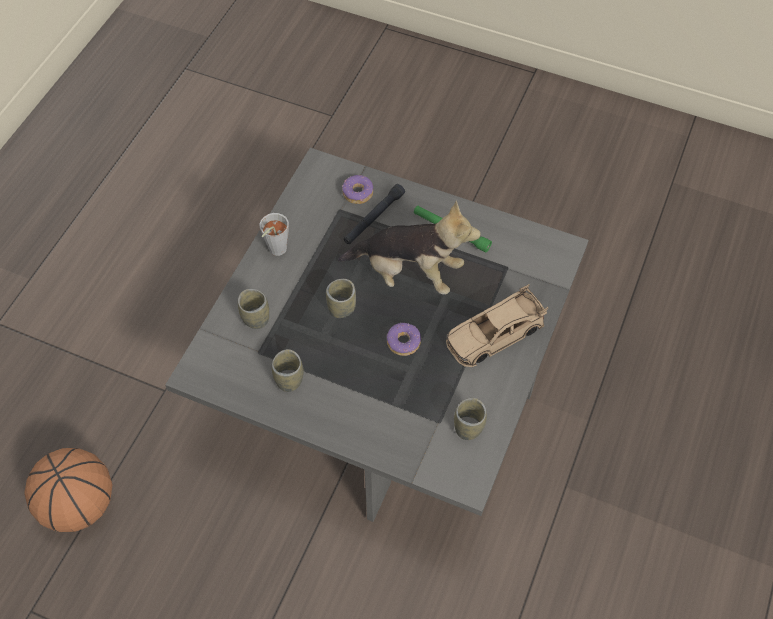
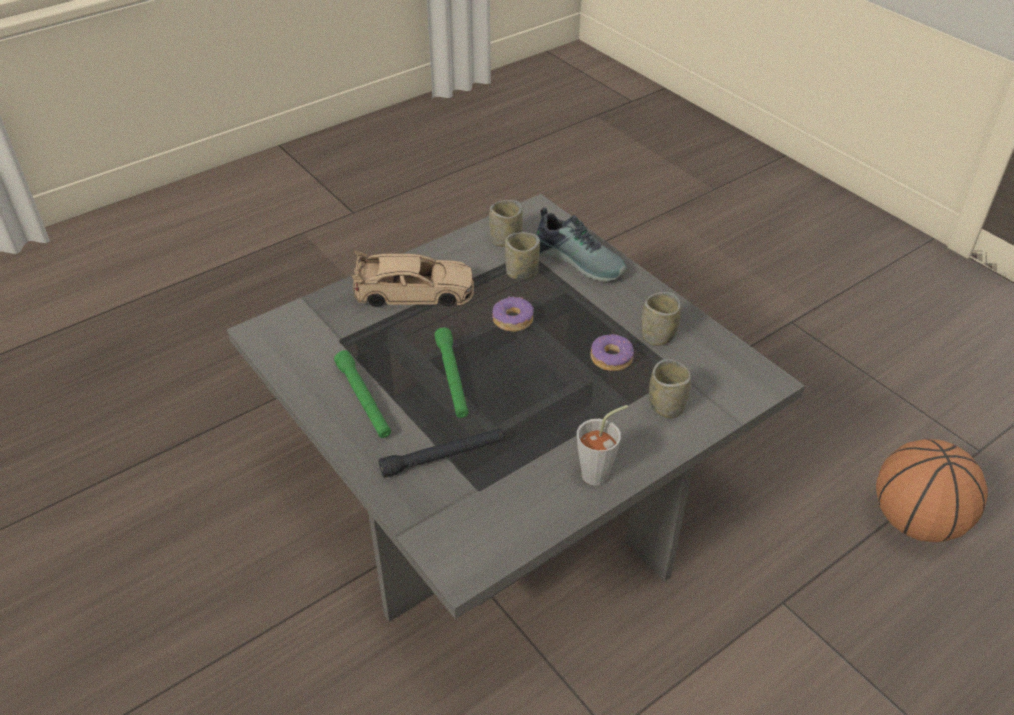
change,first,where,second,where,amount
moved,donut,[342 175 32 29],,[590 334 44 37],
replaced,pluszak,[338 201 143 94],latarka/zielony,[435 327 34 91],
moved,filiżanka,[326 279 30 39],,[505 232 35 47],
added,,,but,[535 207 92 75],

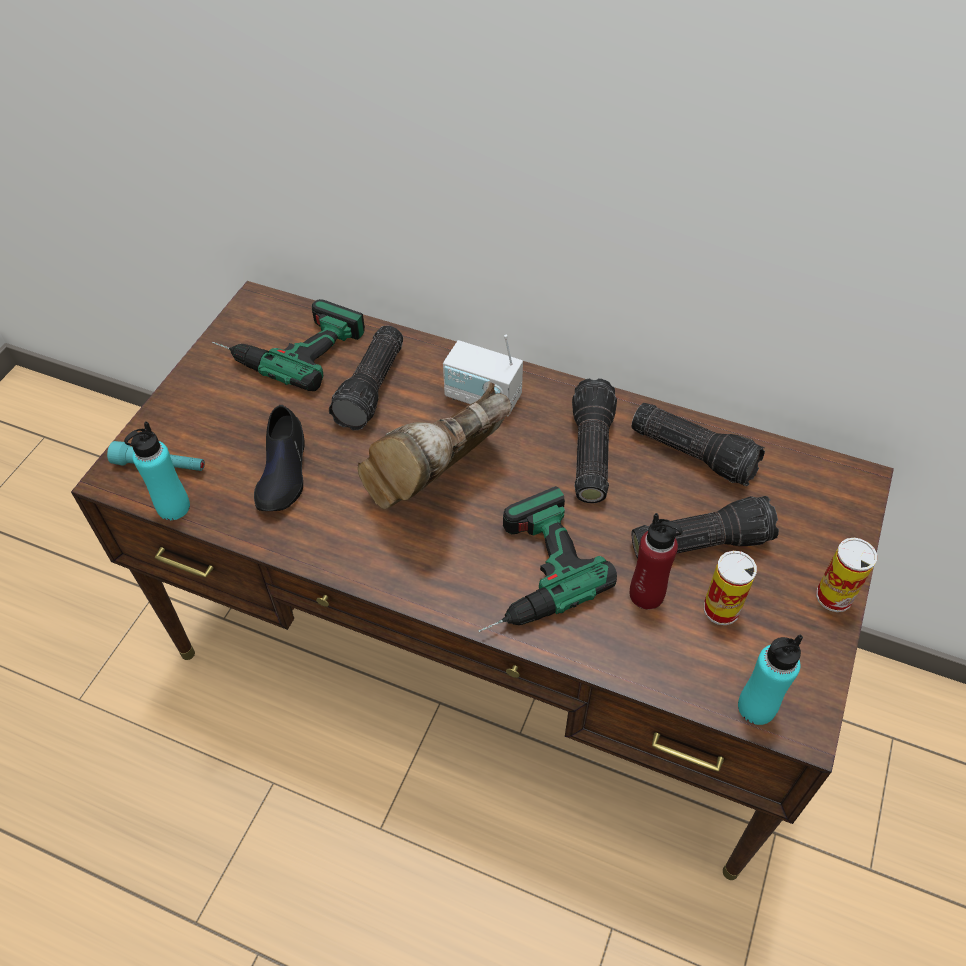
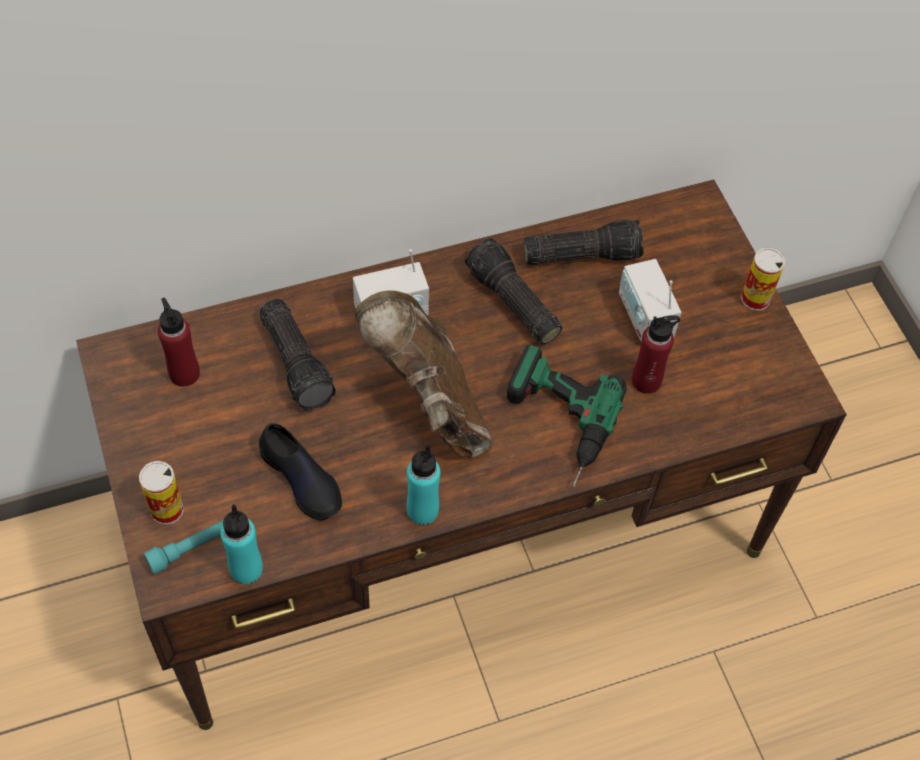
change,first,where,second,where,amount
replaced,wiertarka,[212 299 153 92],butelka/czerwony,[158 298 42 89],
turned,but z cholewką/brązowy,[358 382 153 127],,[354 290 139 168],150 degrees clockwise
replaced,latarka,[631 496 148 63],radio,[619 259 63 82],
moved,puszka,[703 551 54 74],,[139 461 45 64],
moved,butelka/turkusowy,[738 634 65 91],,[407 444 34 81],

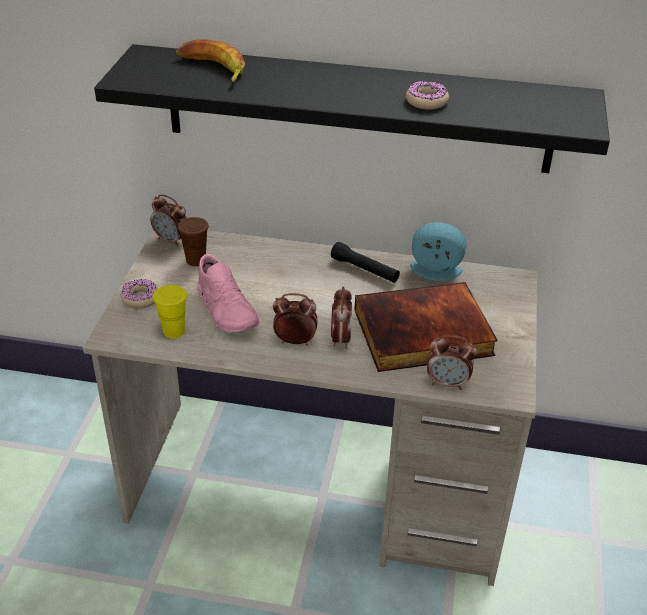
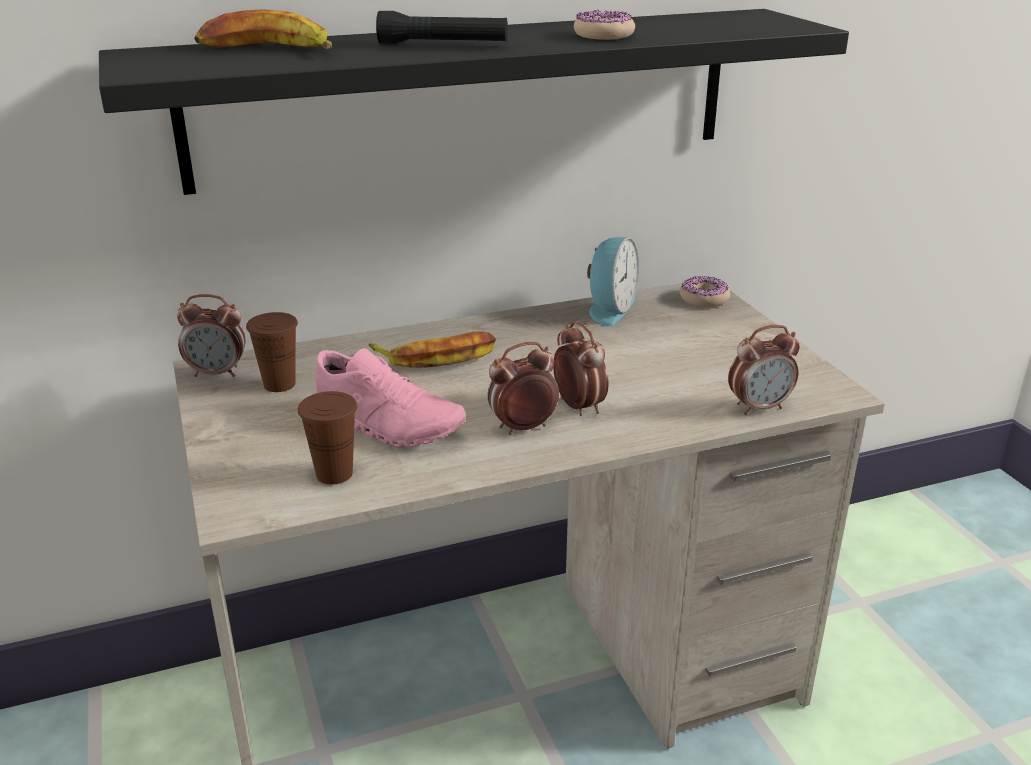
change,first,where,second,where,amount
turned,budzik,[410 222 56 59],,[587 237 52 90],135 degrees clockwise
moved,latarka/czarny,[331 242 69 41],,[376 11 132 33],
moved,donut,[121 279 37 29],,[680 276 50 31],
removed,książka,[354 282 144 90],,,
recoloured,filiżanka/żółty,[153 285 34 53],filiżanka/brązowy,[298 391 59 94],
added,,,banan,[368 331 128 37],

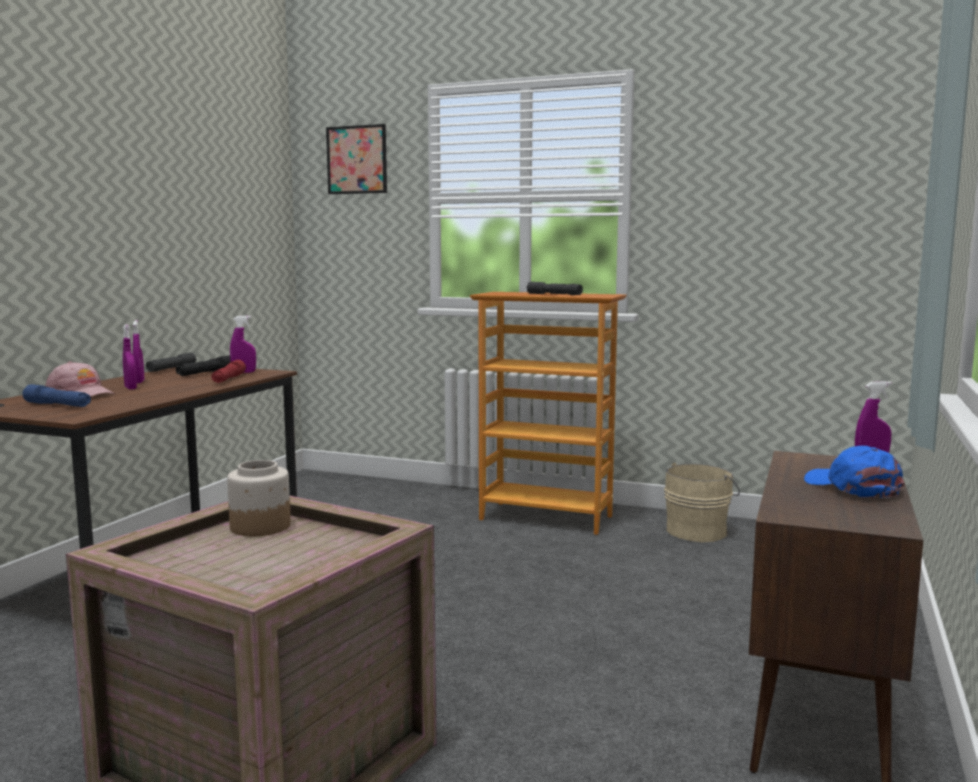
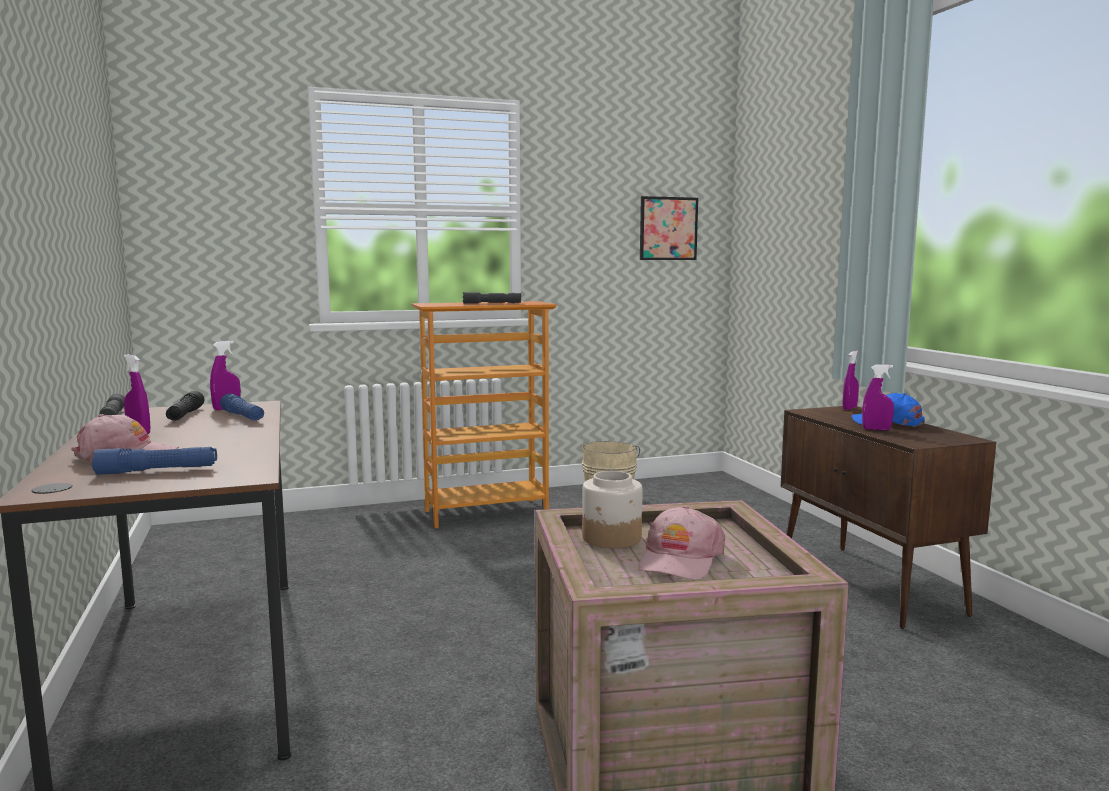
change,first,where,second,where,amount
moved,obraz,[326 124 61 70],,[640 196 58 64],
moved,spryskiwacz/fioletowy,[123 325 14 64],,[862 364 32 66],
recoloured,latarka/czerwony,[211 360 35 23],latarka/niebieski,[220 393 44 28],
added,,,czapka z daszkiem/różowy,[638 506 87 74],

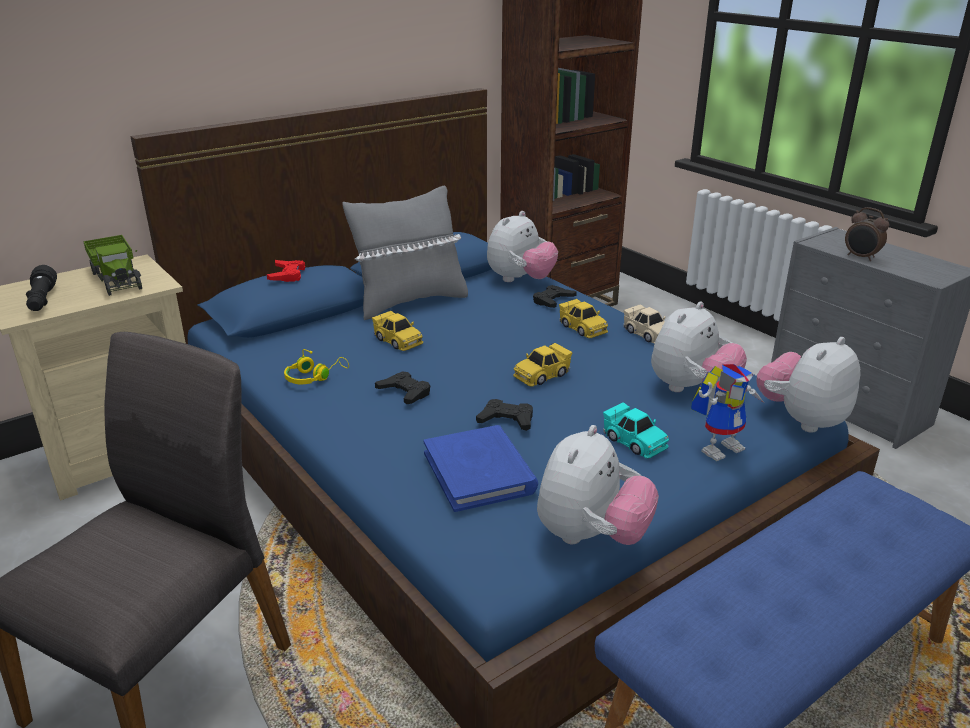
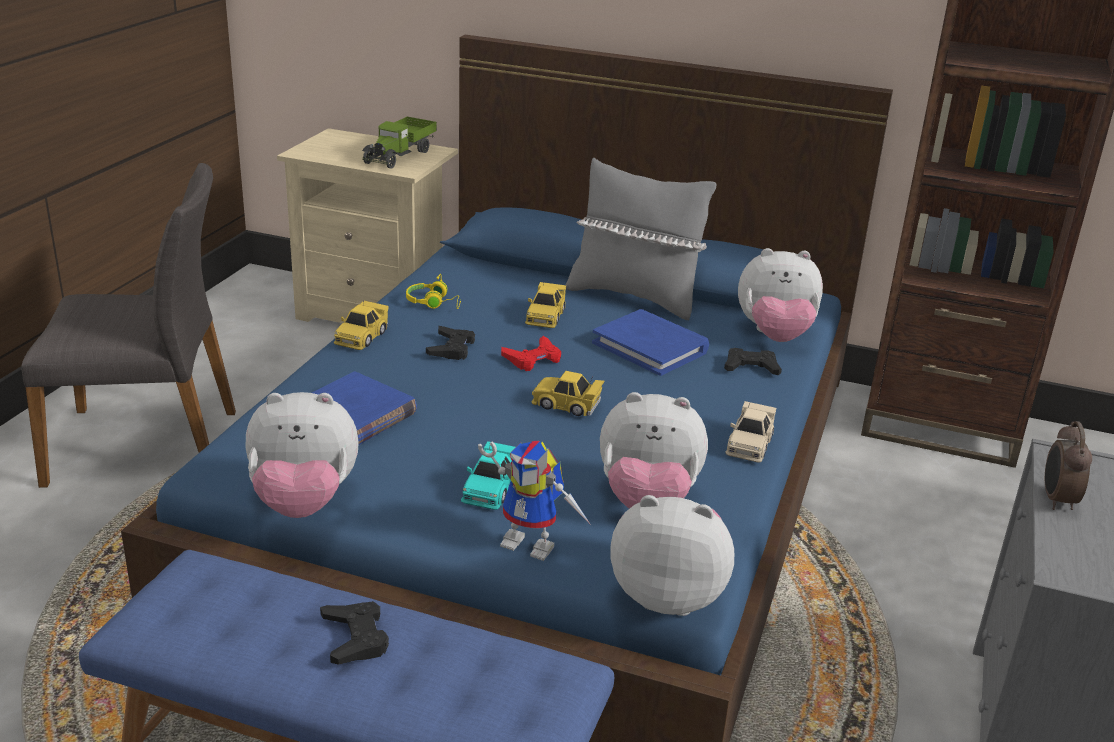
change,first,where,second,where,amount
moved,pad do gier/czerwony,[266 260 39 22],,[501 336 60 35],
removed,latarka/czarny,[26 265 31 46],,,
moved,samochodzik/żółty,[559 299 49 39],,[334 301 55 49],
moved,pad do gier/czarny,[476 399 57 32],,[320 601 69 64],
added,,,książka/niebieski,[592 309 117 67],

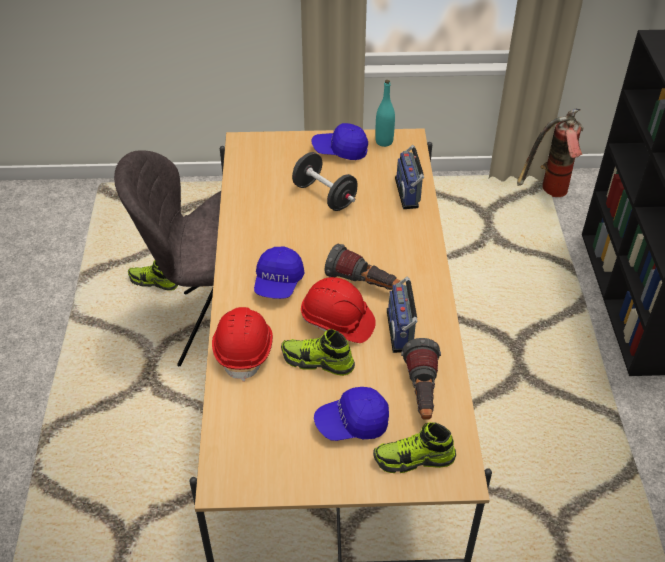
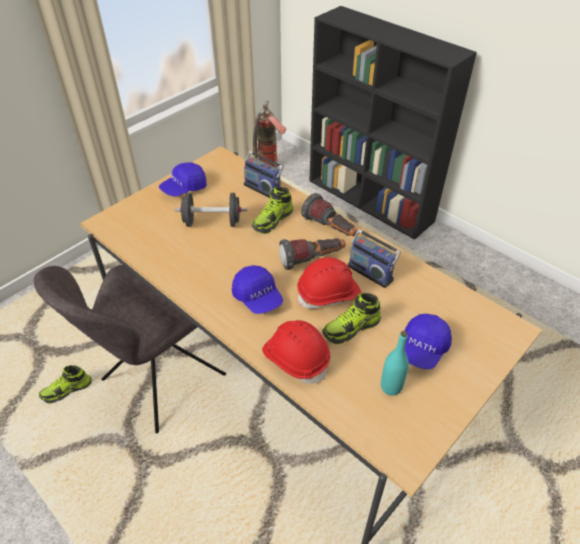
change,first,where,second,where,amount
moved,butelka/turkusowy,[375 80 20 67],,[381 331 28 65],
moved,latarka,[401 338 40 82],,[301 193 56 44],
moved,but,[373 422 83 51],,[252 187 41 47],

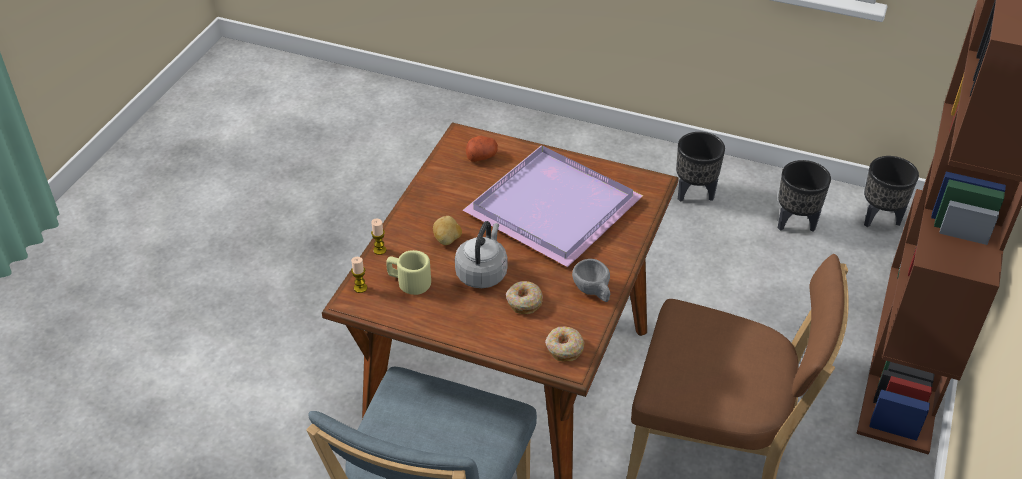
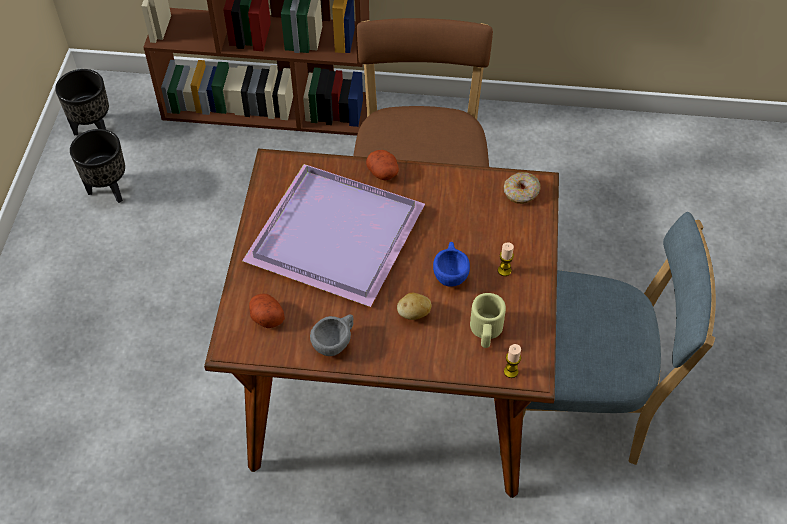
change,first,where,second,where,amount
removed,donica/czarny,[676 132 49 70],,,
moved,świeca,[371 219 15 36],,[498 242 16 34],
replaced,czajnik/szary,[455 221 52 67],filiżanka/niebieski,[433 242 37 45],
moved,filiżanka/szary,[572 259 38 43],,[310 315 44 41],
removed,donut,[506 281 37 33],,,
added,,,ziemniak,[366 150 33 31],

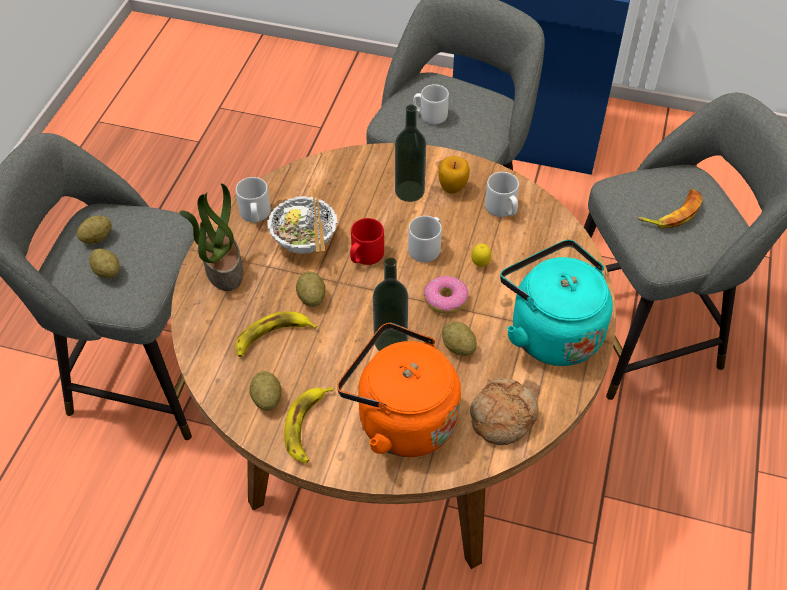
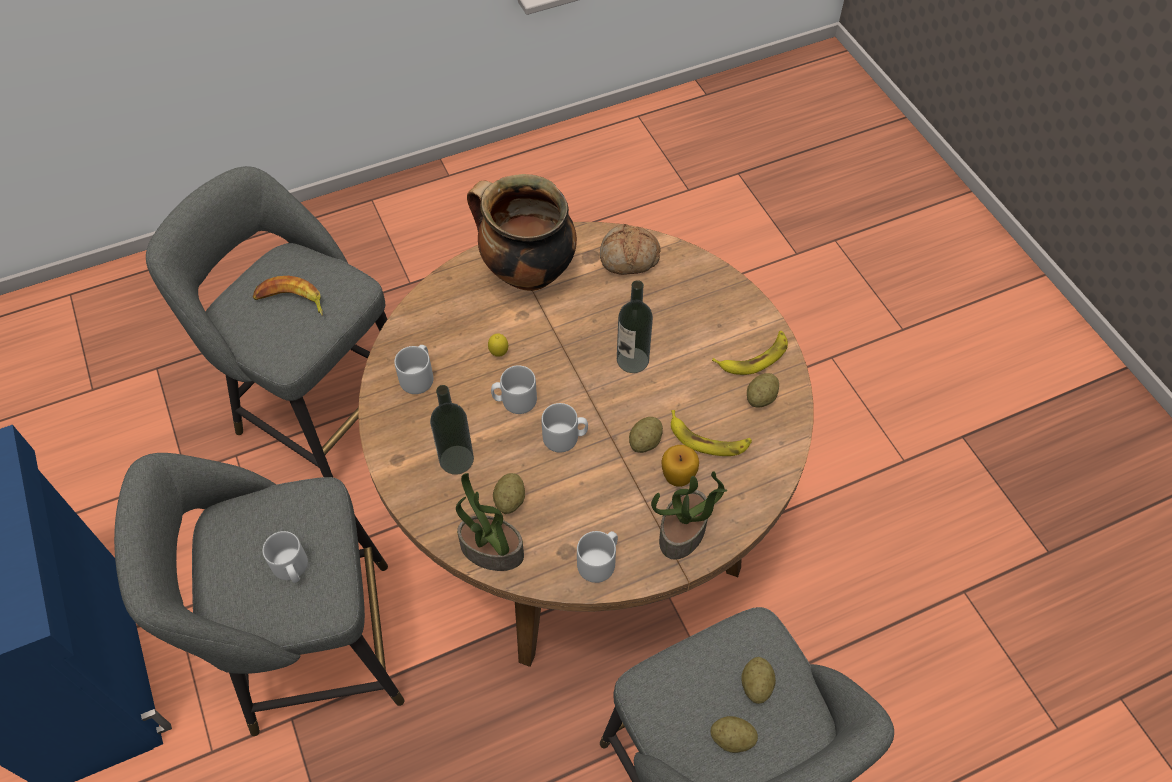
change,first,where,second,where,amount
moved,jabłko,[438 156 32 38],,[661 445 38 42],
removed,miska,[267 189 71 65],,,
recoloured,kubek/czerwony,[350 218 34 47],kubek/szary,[541 403 47 50],
replaced,czajnik/turkusowy,[500 240 113 126],garnek,[467 174 110 117],
removed,donut,[424 276 45 38],,,
moved,ziemniak,[442 321 35 35],,[493 473 32 41],
removed,czajnik/pomarańczowy,[337 323 124 134],,,
added,,,roślina doniczkowa,[456 473 68 98],

